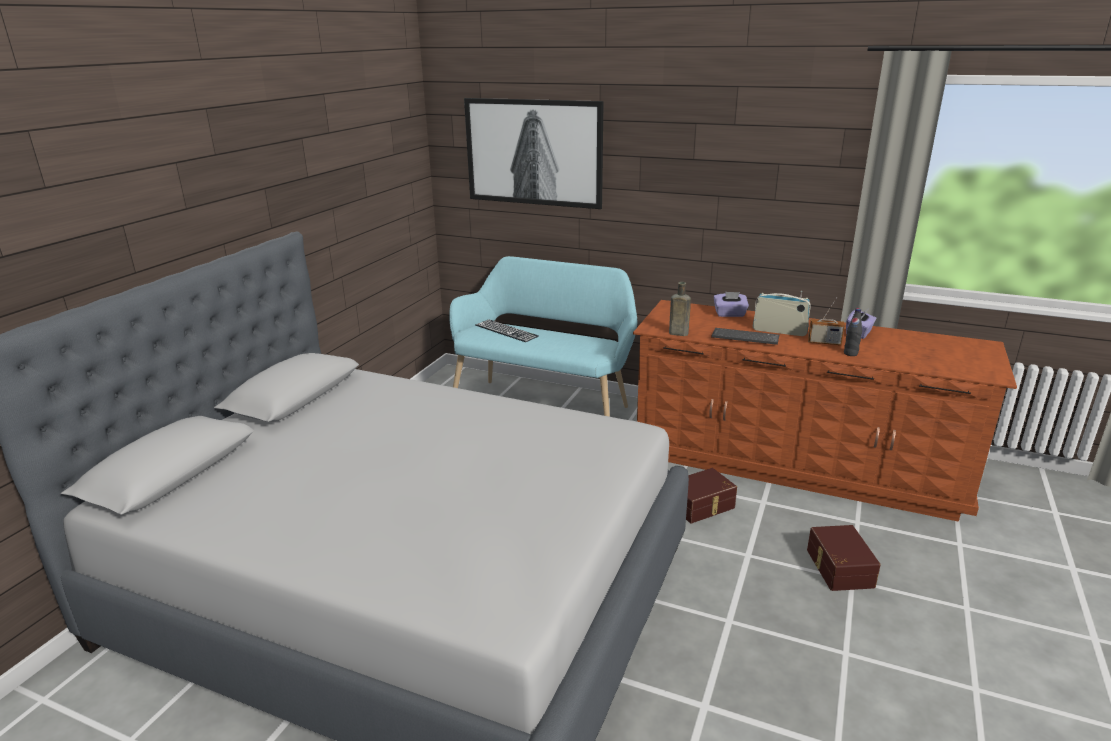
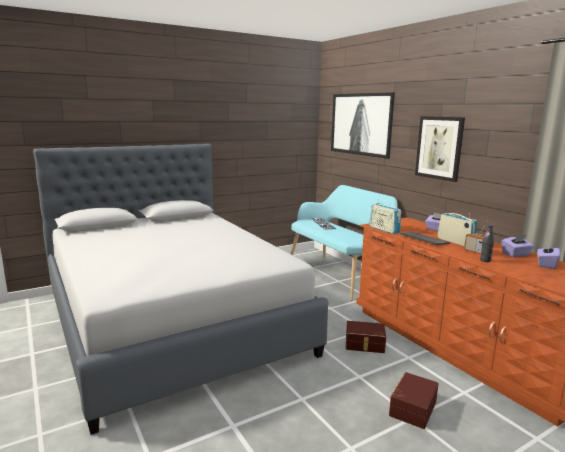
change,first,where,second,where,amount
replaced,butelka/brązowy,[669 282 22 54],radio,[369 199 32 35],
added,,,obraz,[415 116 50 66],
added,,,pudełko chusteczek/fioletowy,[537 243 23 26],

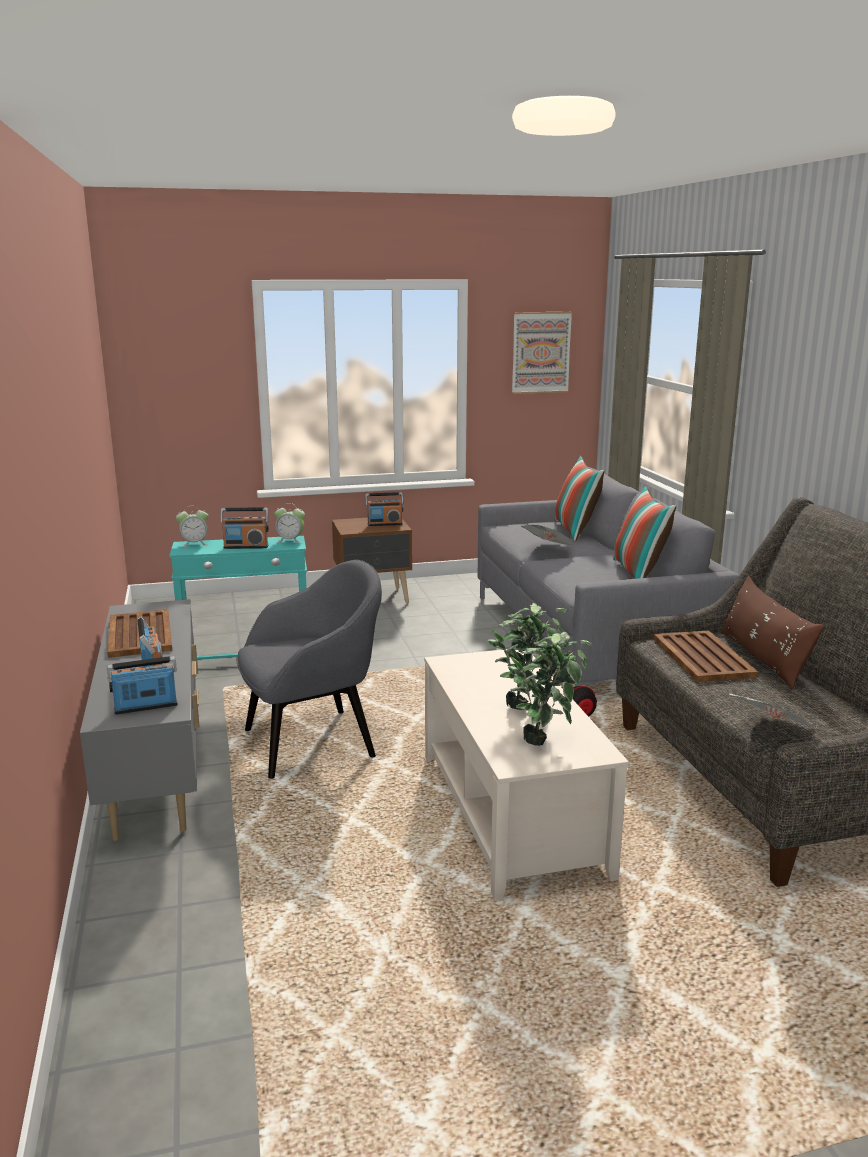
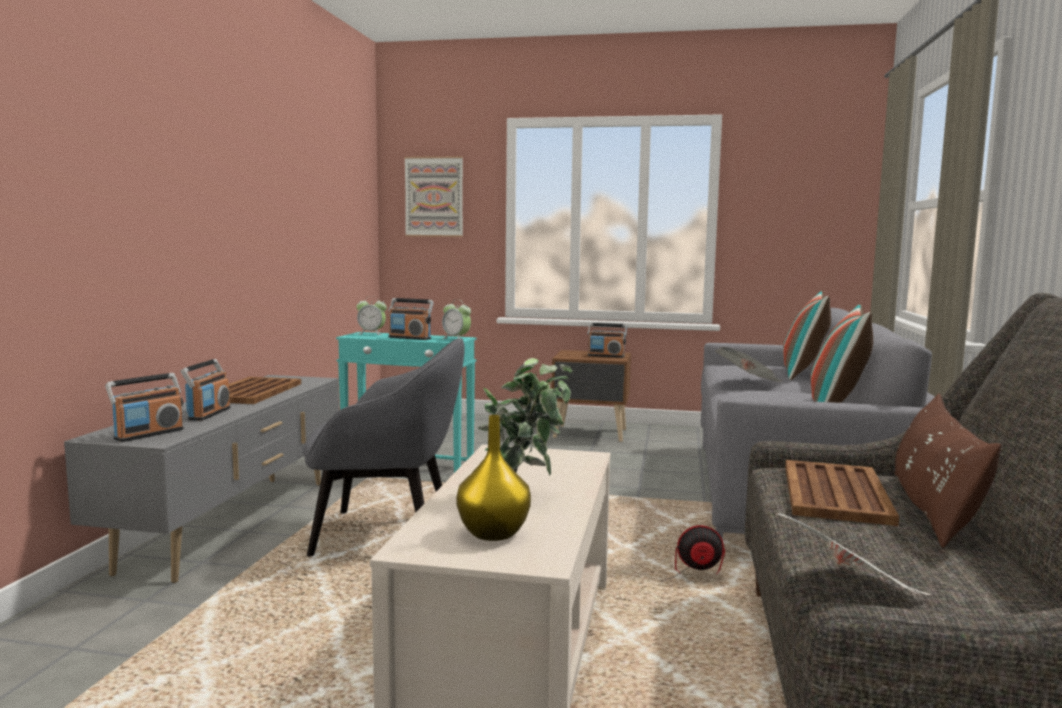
change,first,where,second,where,amount
moved,obraz,[512 312 60 82],,[404 156 59 81],
replaced,roślina doniczkowa,[508 631 84 115],wazon/żółty,[456 415 75 126],
turned,radio,[107 656 71 59],,[105 373 79 69],120 degrees clockwise

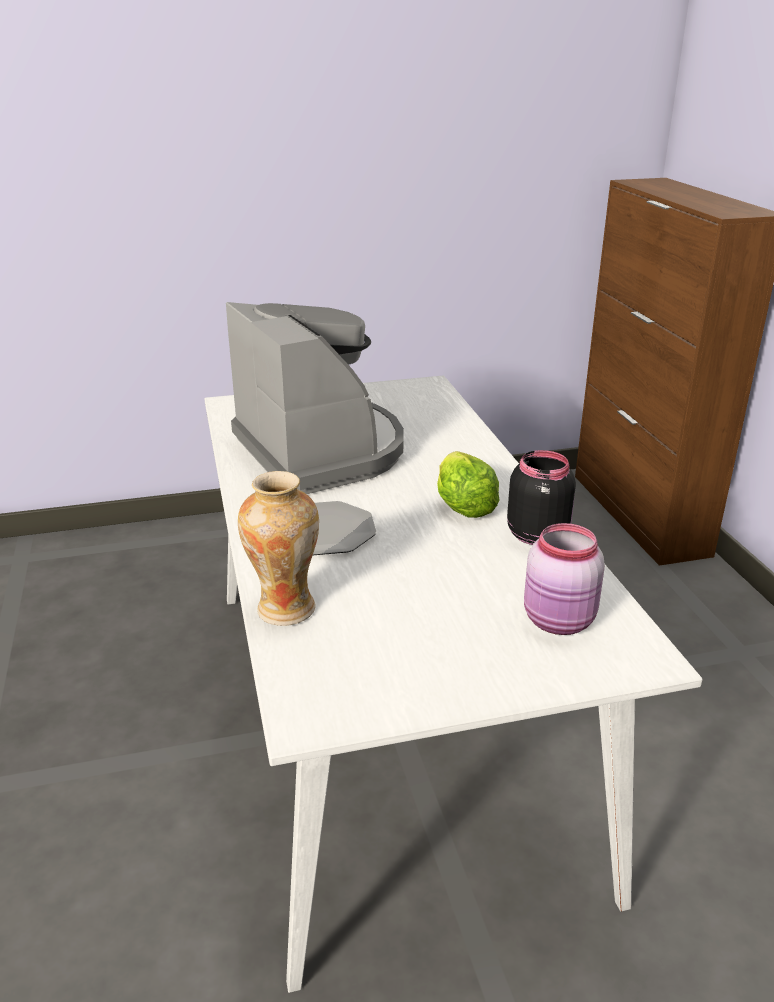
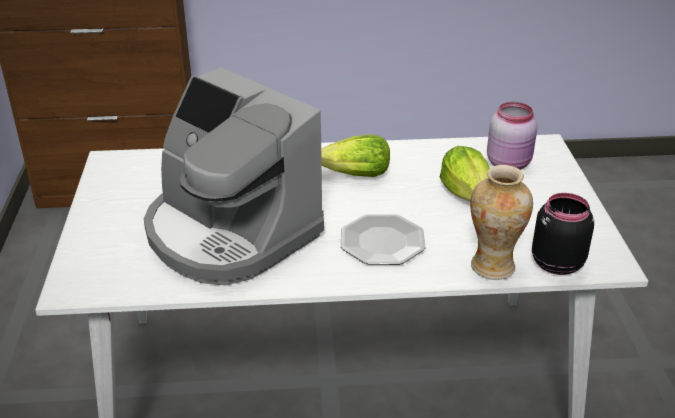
change,first,where,second,where,amount
turned,ekspres do kawy,[226 302 178 192],,[144 68 180 217],120 degrees counterclockwise
moved,słoik/czarny,[507 450 69 95],,[532 193 62 82],
added,,,sałata,[440 146 50 55],

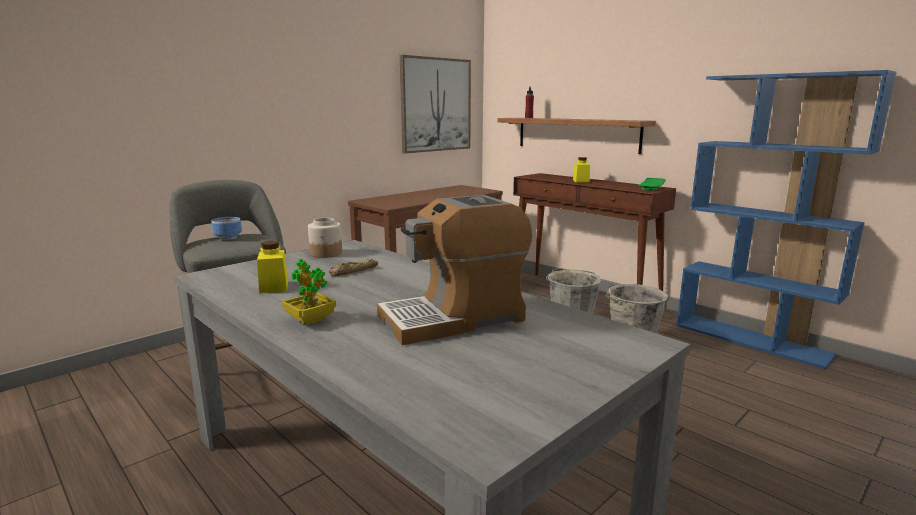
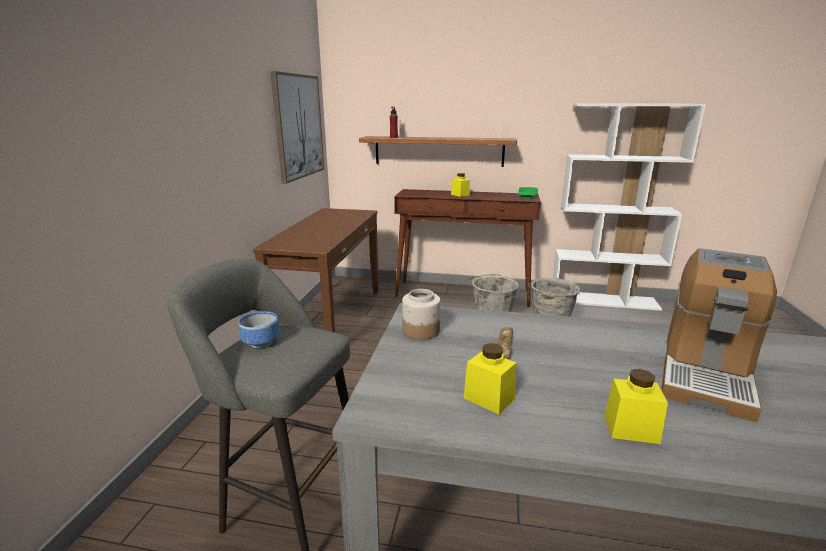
change,first,where,second,where,amount
recoloured,regał/niebieski,[676 70 221 300],regał/biały,[553 103 153 208],
replaced,roślina doniczkowa,[282 259 54 66],słoik/żółty,[605 369 63 75],

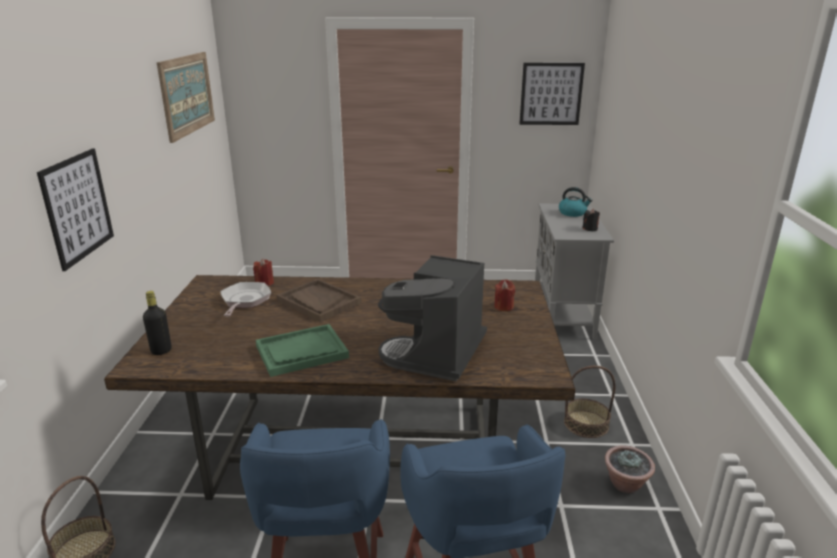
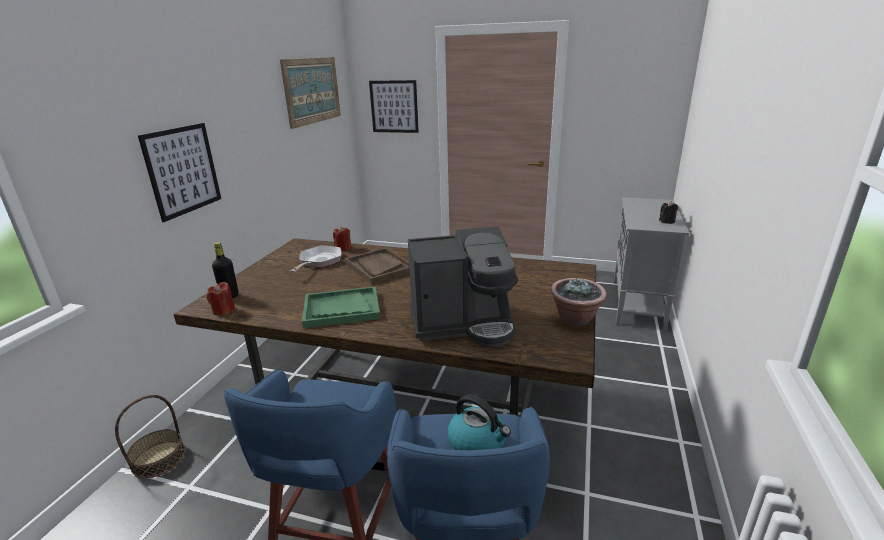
change,first,where,second,where,amount
moved,obraz,[519 63 66 62],,[369 80 50 53],
moved,czajnik,[559 187 33 30],,[448 395 63 55],
turned,ekspres do kawy,[378 255 109 126],,[408 226 110 121],135 degrees counterclockwise
moved,świeca/czerwony,[494 279 21 32],,[207 282 28 34],
removed,koszyk,[564 366 51 72],,,
moved,roślina doniczkowa,[605 445 50 48],,[551 278 56 48],

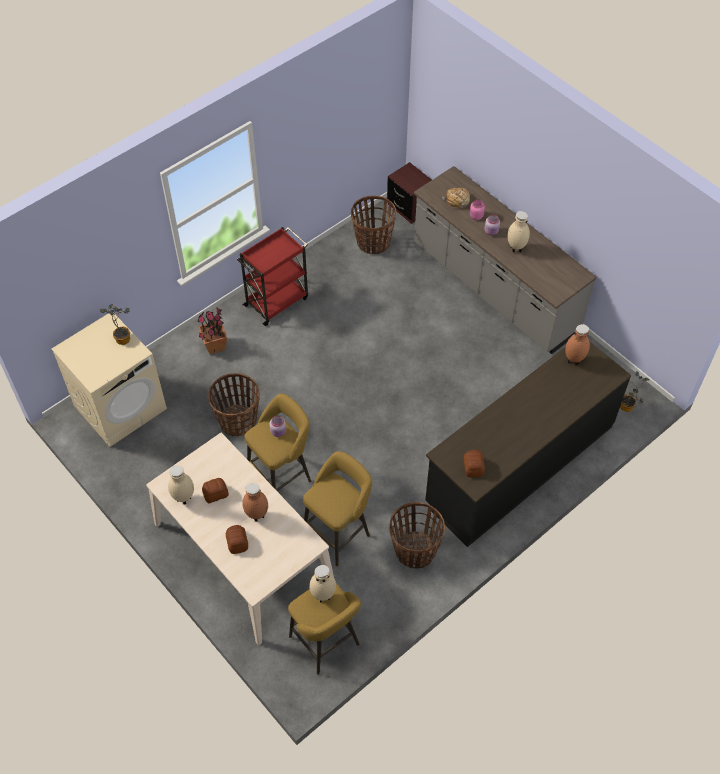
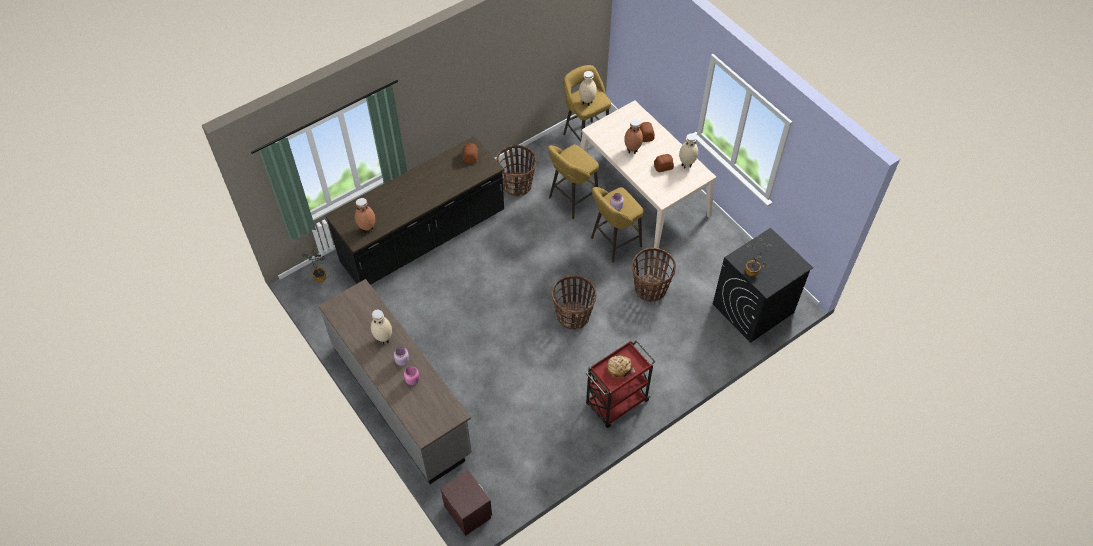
change,first,where,second,where,amount
moved,chleb,[442 187 28 21],,[607 355 28 24],
moved,koszyk,[351 195 45 59],,[552 275 44 55],
removed,roślina doniczkowa,[197 308 30 46],,,
recoloured,pralka/beżowy,[52 313 115 134],pralka/czarny,[713 228 100 115],

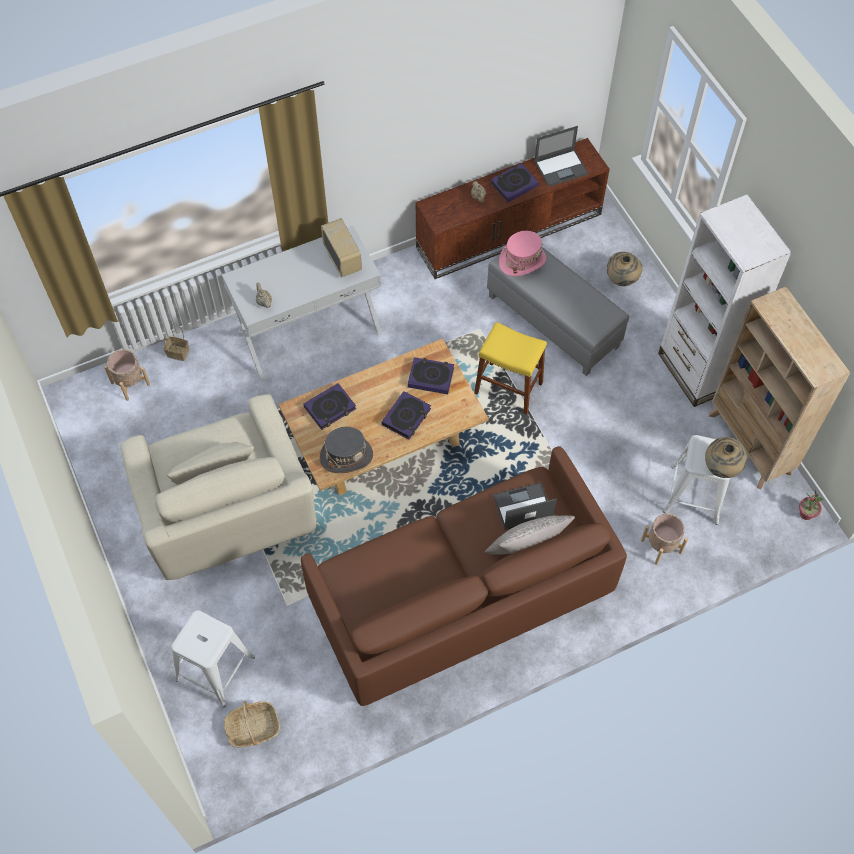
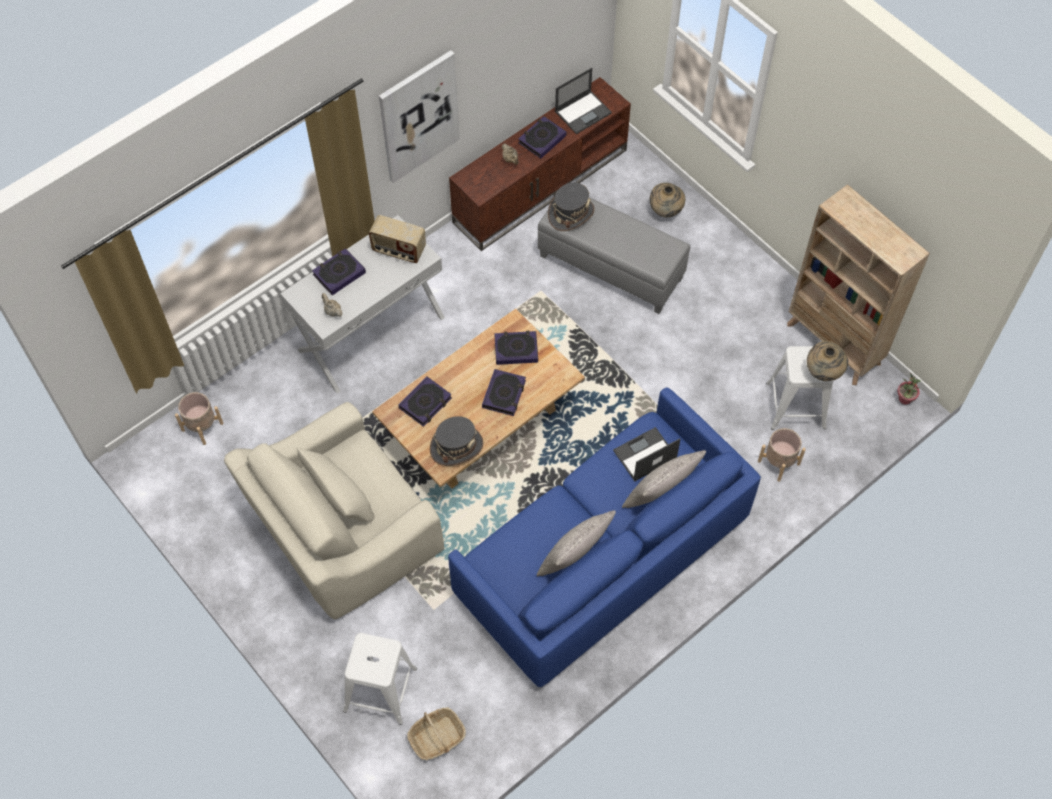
change,first,where,second,where,amount
removed,regał/biały,[658 195 134 212],,,
turned,radio,[321 218 41 59],,[369 215 57 48],150 degrees clockwise
recoloured,kapelusz/różowy,[499 231 47 45],kapelusz/szary,[548 182 47 49],
removed,stołek/żółty,[474 322 73 93],,,
removed,koszyk,[164 323 25 38],,,
turned,fotel/beżowy,[120 394 197 186],,[224 402 220 217],90 degrees clockwise
recoloured,kanapa/brązowy,[301 446 326 260],kanapa/niebieski,[448 388 313 299],
added,,,obraz,[379 50 81 133],
added,,,książka,[312 248 54 47],
added,,,poduszka/szary,[537 510 79 66],

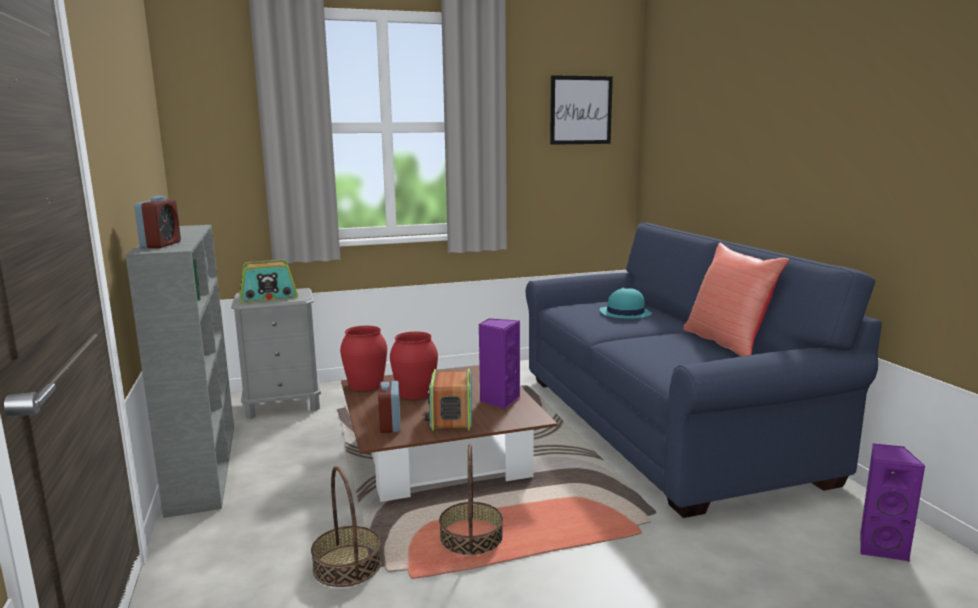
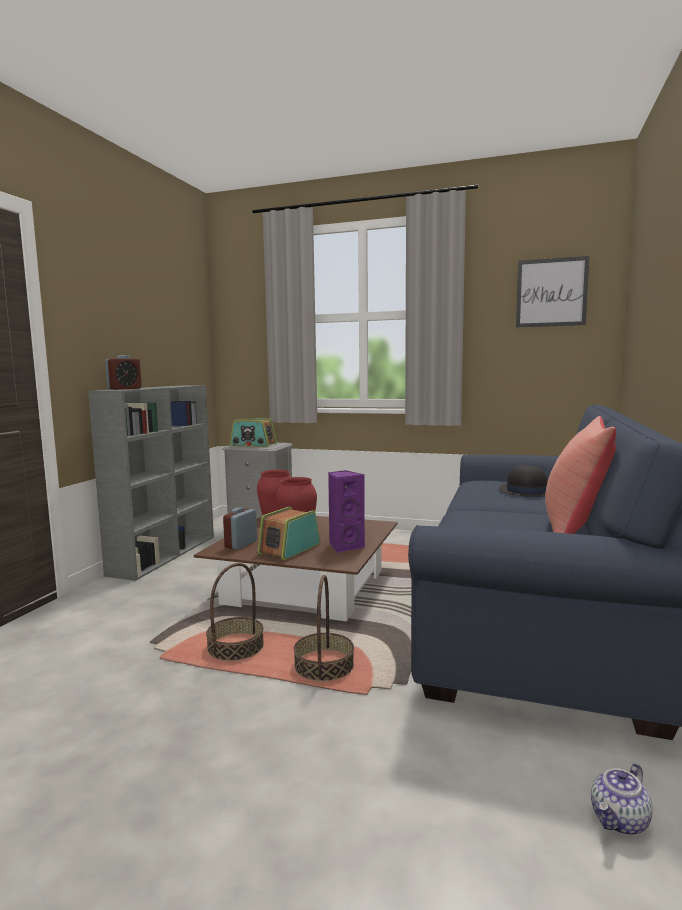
change,first,where,second,where,amount
recoloured,kapelusz/turkusowy,[600 288 52 31],kapelusz/czarny,[499 465 48 32],
replaced,głośnik/fioletowy,[860 444 65 118],imbryk,[591 763 62 72],
moved,koszyk,[311 466 70 121],,[294 575 60 106],

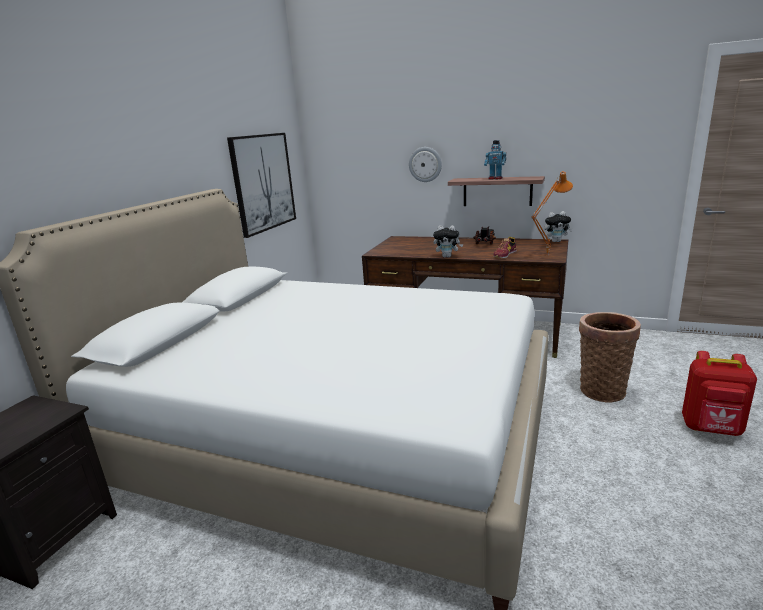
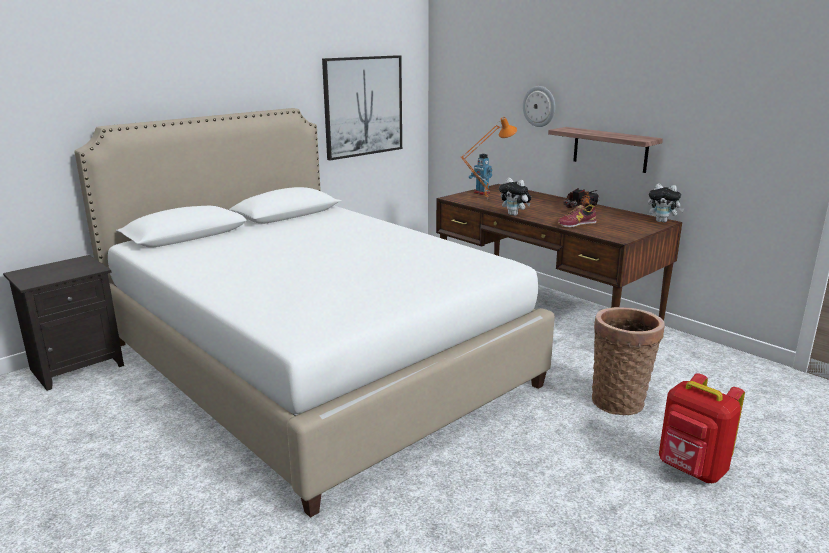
change,first,where,second,where,amount
moved,robot zabawkowy,[484 140 22 40],,[469 154 23 41],
moved,lampa stołowa/pomarańczowy,[531 171 42 84],,[461 117 56 82],

